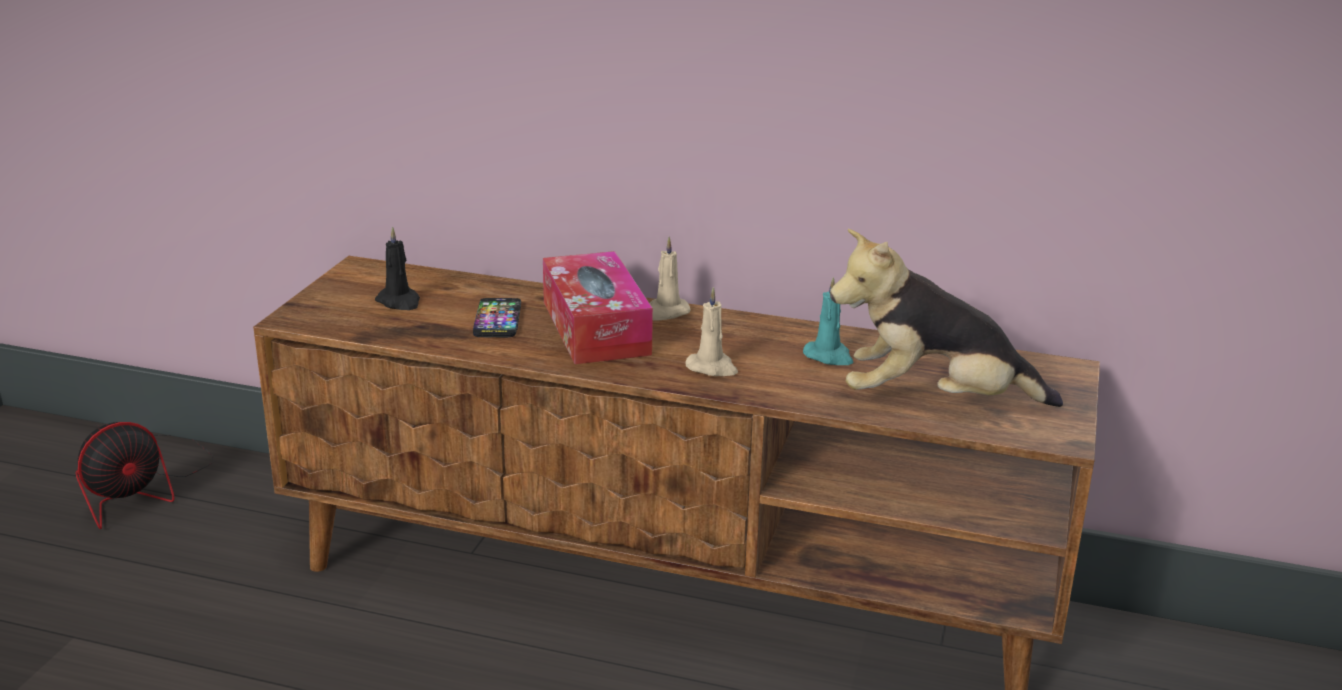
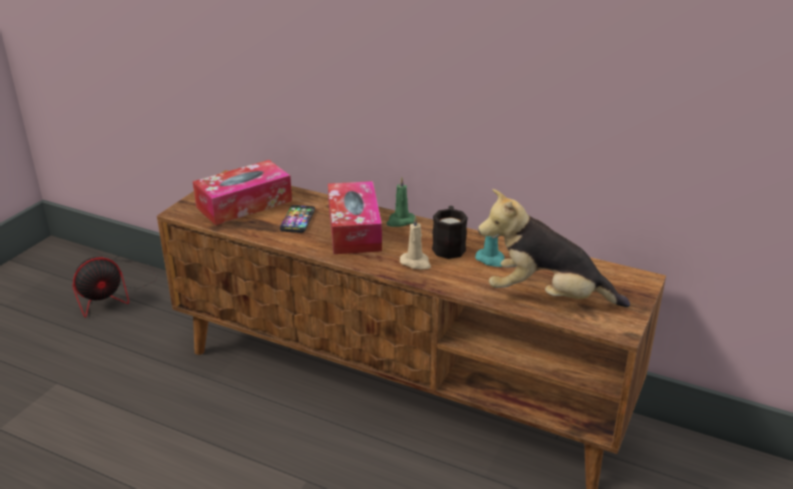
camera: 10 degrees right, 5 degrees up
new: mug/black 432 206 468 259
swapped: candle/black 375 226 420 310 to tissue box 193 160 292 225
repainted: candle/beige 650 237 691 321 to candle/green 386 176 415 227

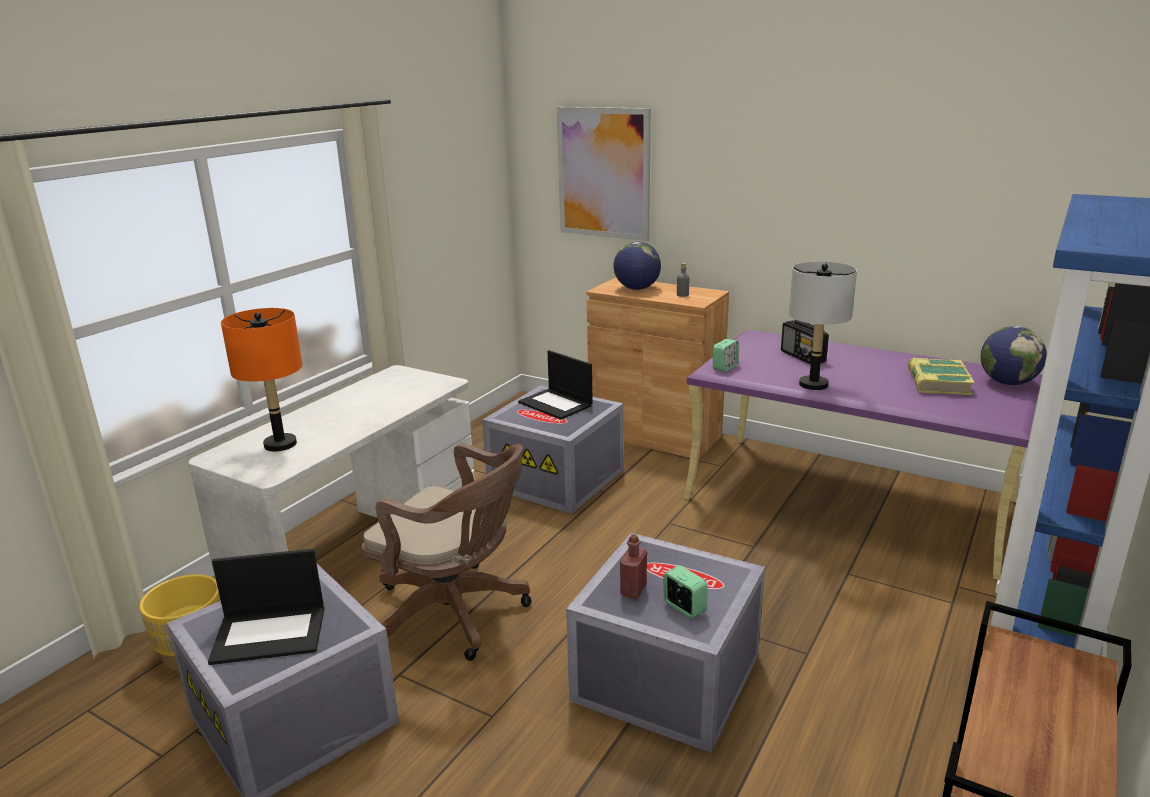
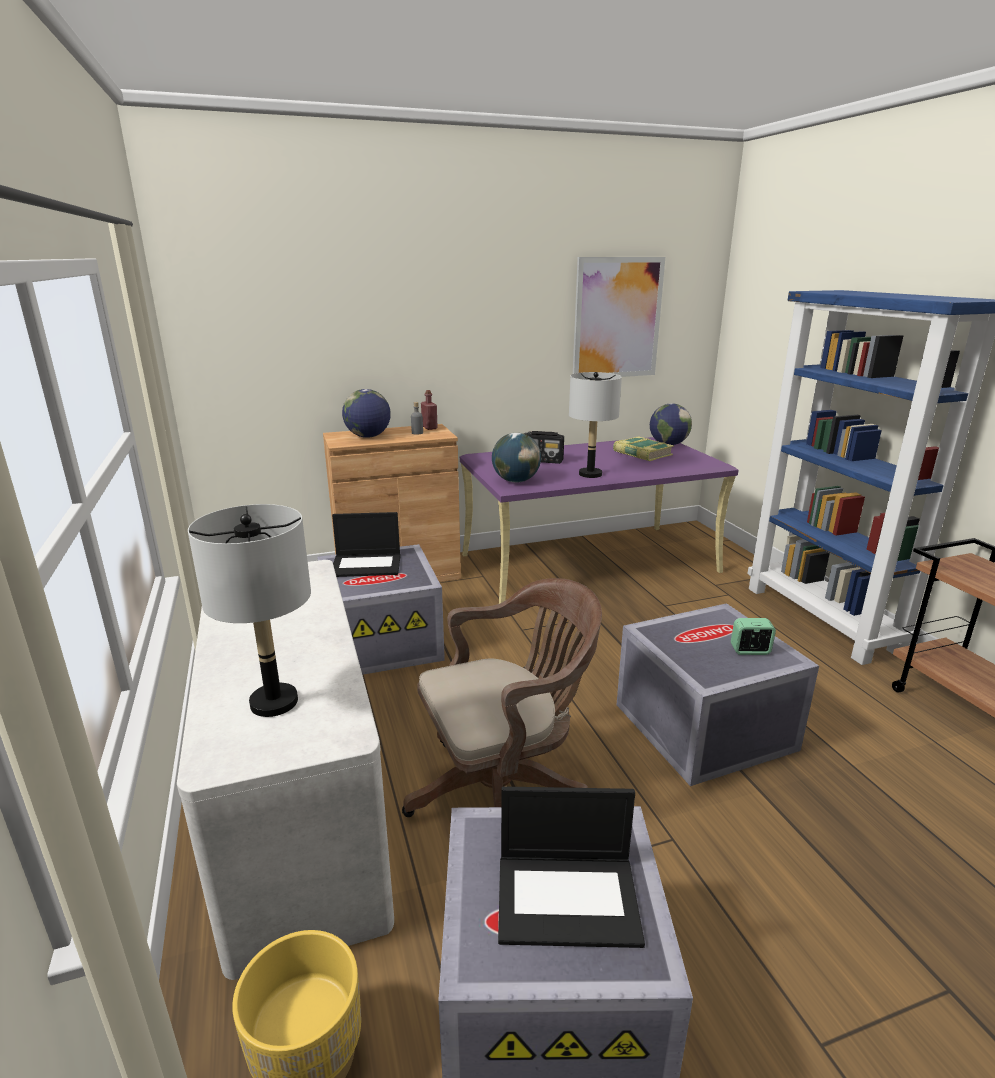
camera: 50 degrees left, 0 degrees up
shifted: picture 557 107 651 241 to 573 257 665 377; bottle/red 620 534 647 599 to 421 390 438 430
swapped: alarm clock 713 339 739 372 to globe 492 433 541 482
repainted: table lamp/orange 221 308 302 451 to table lamp/grey 188 504 311 717
rotated: laptop 208 549 324 665 = 498 786 645 948 60 degrees clockwise

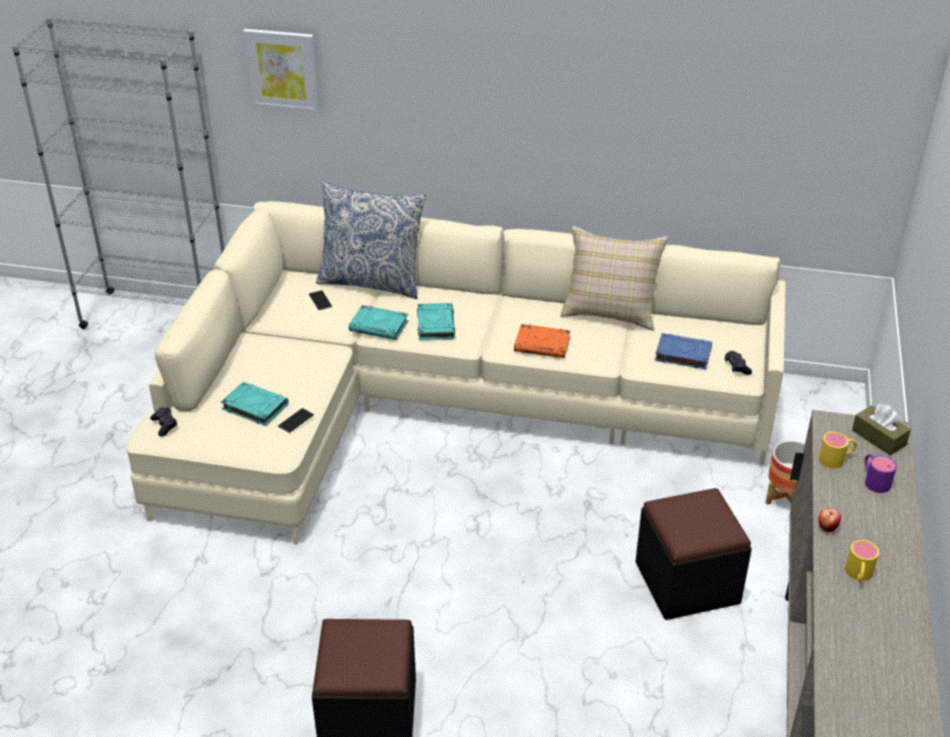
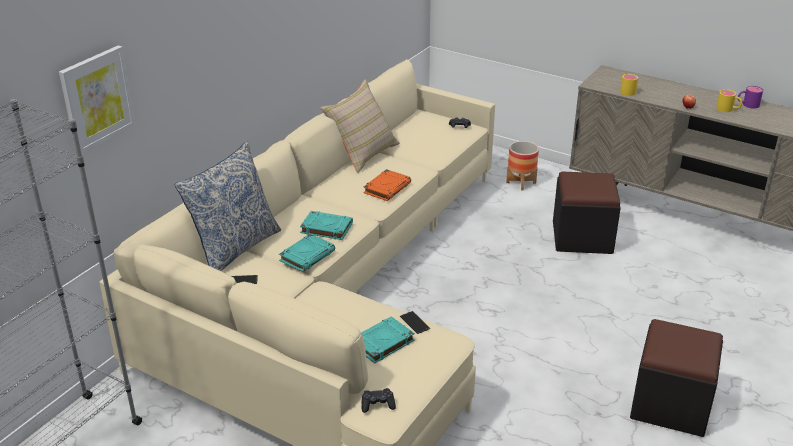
camera: 70 degrees left, 5 degrees down
gone: book/blue 655 333 712 369; tissue box/brown 852 404 911 455
shifted: mug/purple 865 454 897 493 to 738 86 763 108

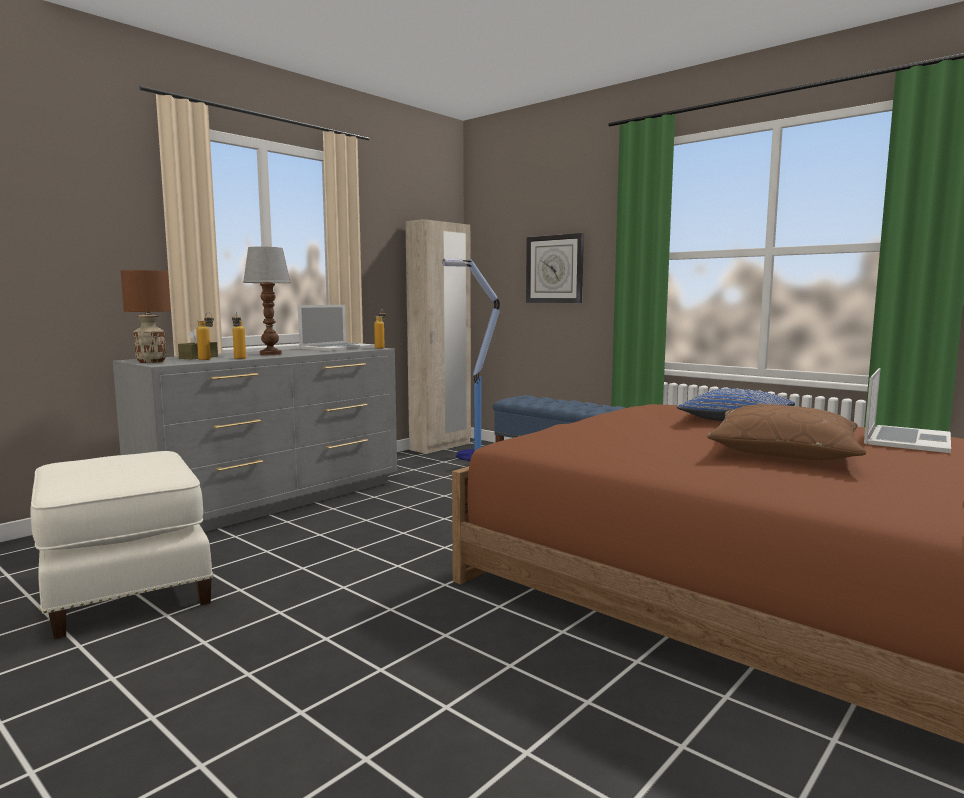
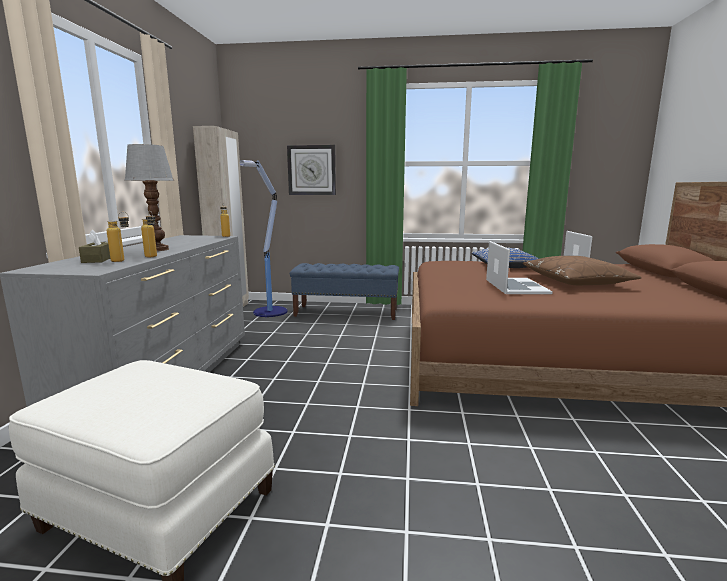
camera: 35 degrees left, 5 degrees up
gone: table lamp/brown 121 270 171 363
shifted: laptop 298 305 375 351 to 486 241 553 294

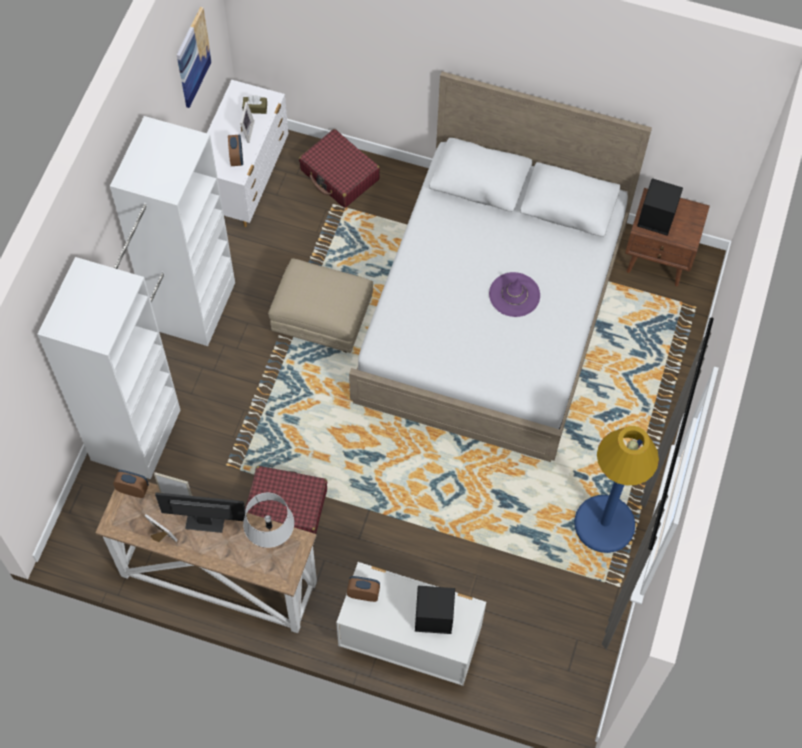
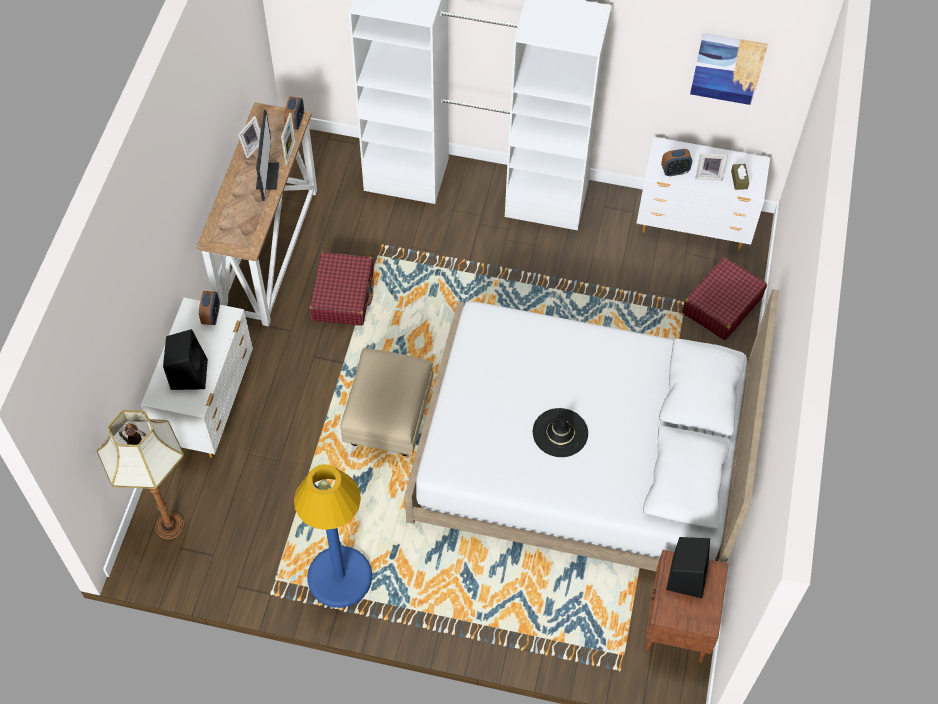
camera: 85 degrees right, 5 degrees down
gone: table lamp/grey 243 493 294 548
new: floor lamp 97 410 184 539
shifted: ottoman/beige 268 258 373 353 to 340 348 433 456
repainted: hat/purple 489 272 540 317 to hat/black 533 408 588 457

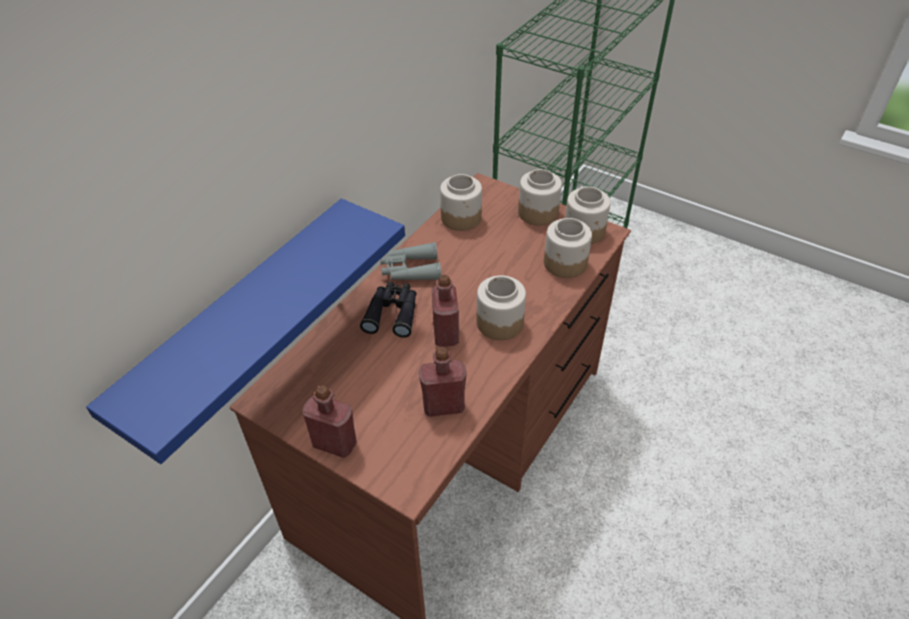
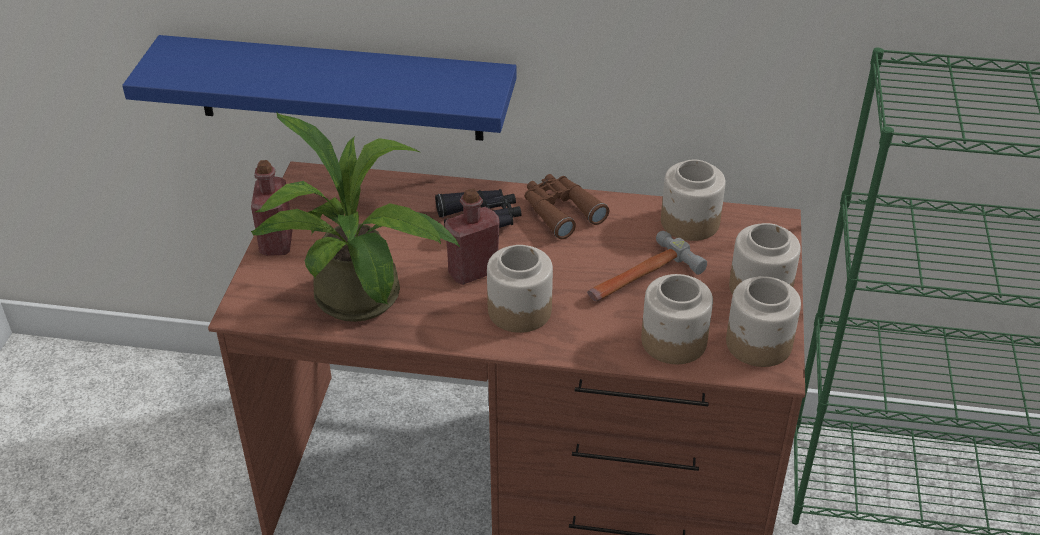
camera: 65 degrees right, 5 degrees down
new: hammer 587 231 707 301
swapped: bottle/red 419 347 467 417 to potted plant 251 113 461 322
repainted: binoculars/grey 380 242 442 281 to binoculars/brown 525 174 609 239

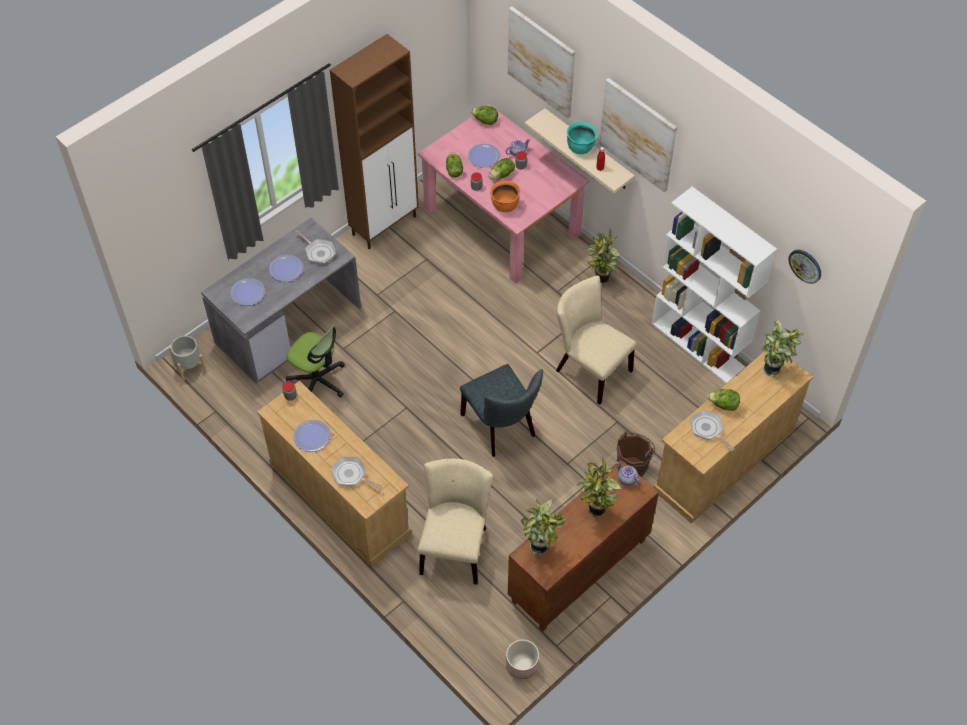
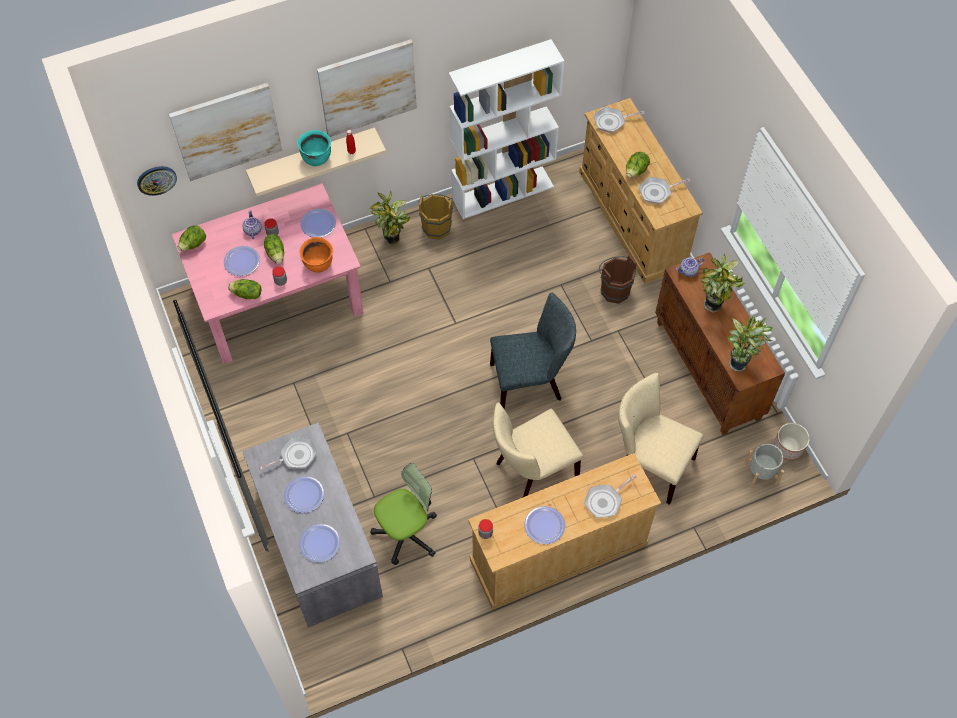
camera: 70 degrees left, 5 degrees up
gone: cabinet/brown 330 34 419 250
new: plate 300 209 336 237; bucket/brown 418 194 454 240
shifted: planter/grey 169 336 206 381 to 744 444 784 488; chair/beige 556 275 637 405 to 493 402 583 497; wall clock 788 250 821 284 to 137 166 177 196
swapped: potted plant 762 319 804 376 to frying pan 594 107 645 133

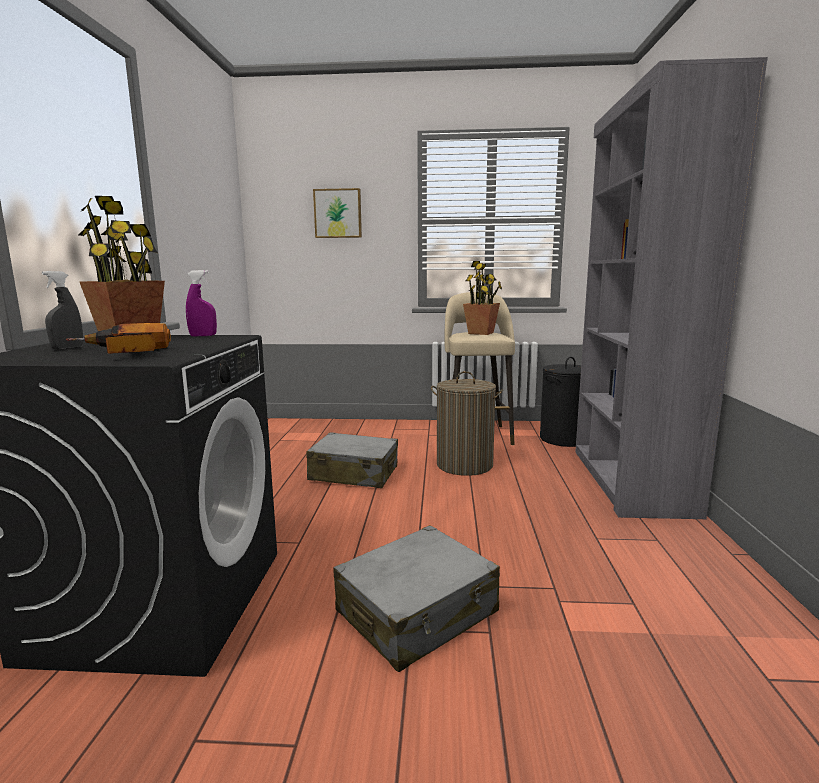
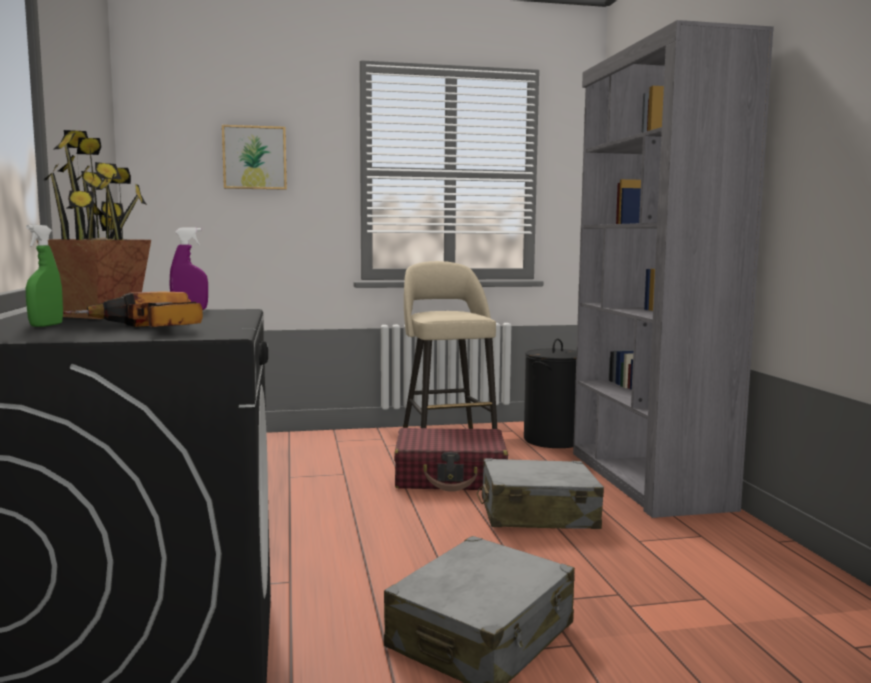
camera: 15 degrees left, 5 degrees down
gone: potted plant 463 261 502 335
shifted: suitcase/grey 306 432 398 488 to 477 458 604 529
swapped: laundry basket 431 371 503 476 to suitcase/red 394 428 508 492
repainted: spray bottle/grey 42 271 83 350 to spray bottle/green 26 225 63 327

